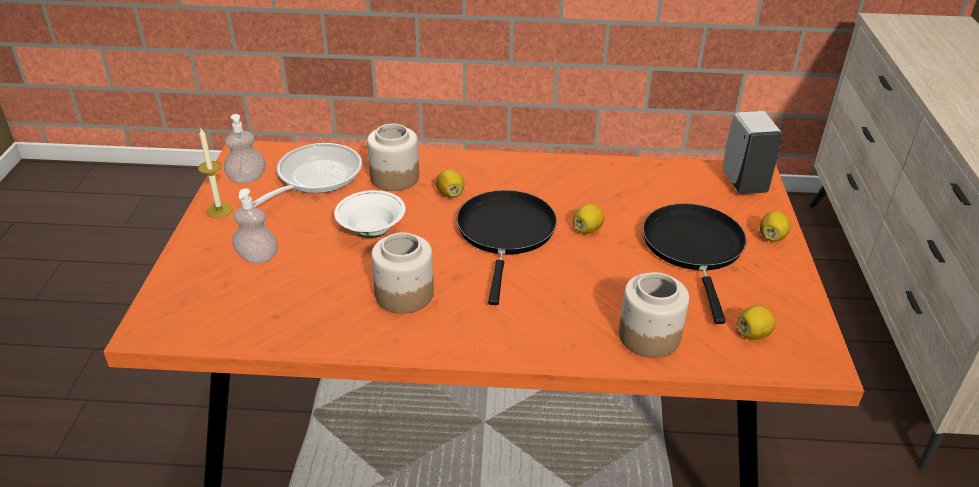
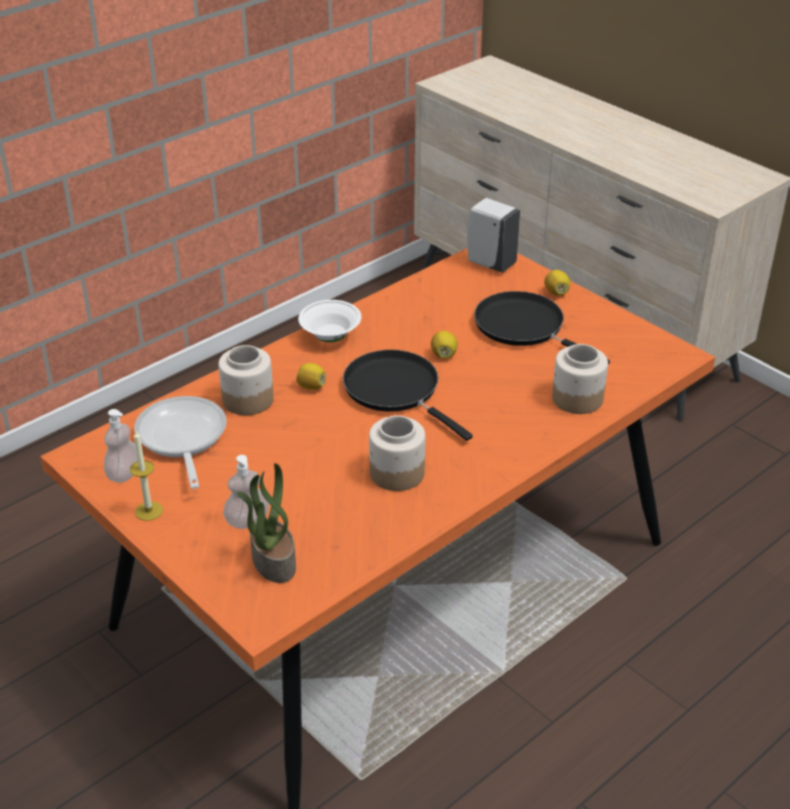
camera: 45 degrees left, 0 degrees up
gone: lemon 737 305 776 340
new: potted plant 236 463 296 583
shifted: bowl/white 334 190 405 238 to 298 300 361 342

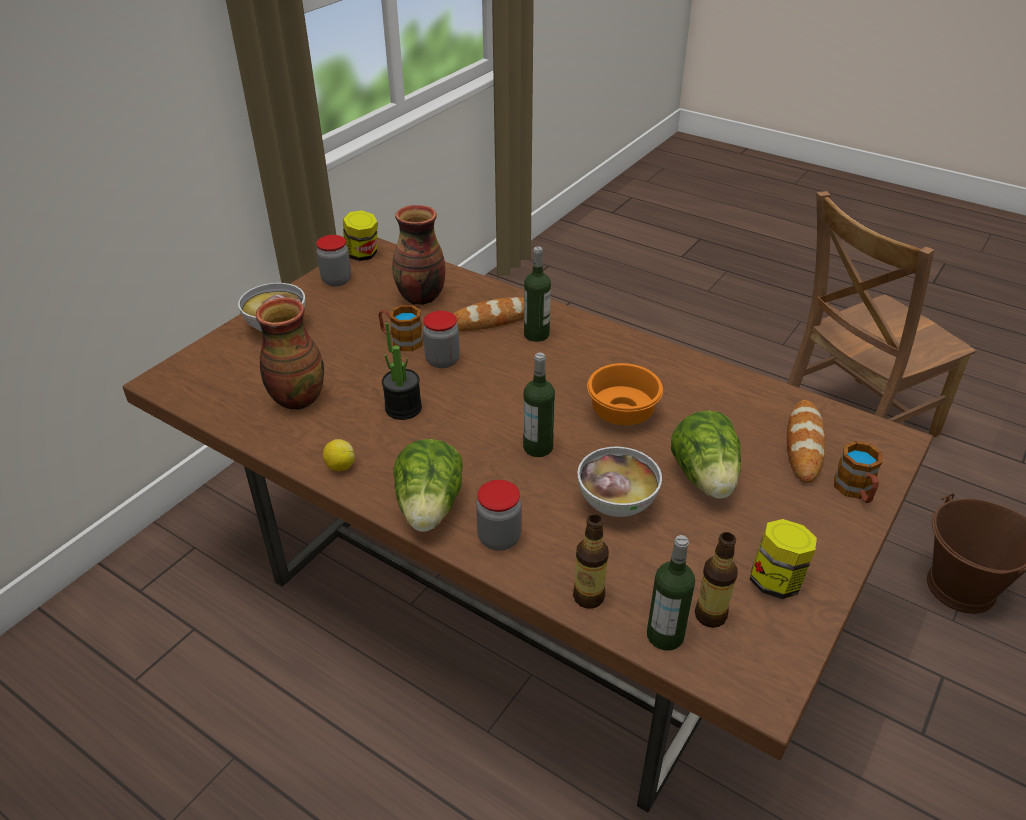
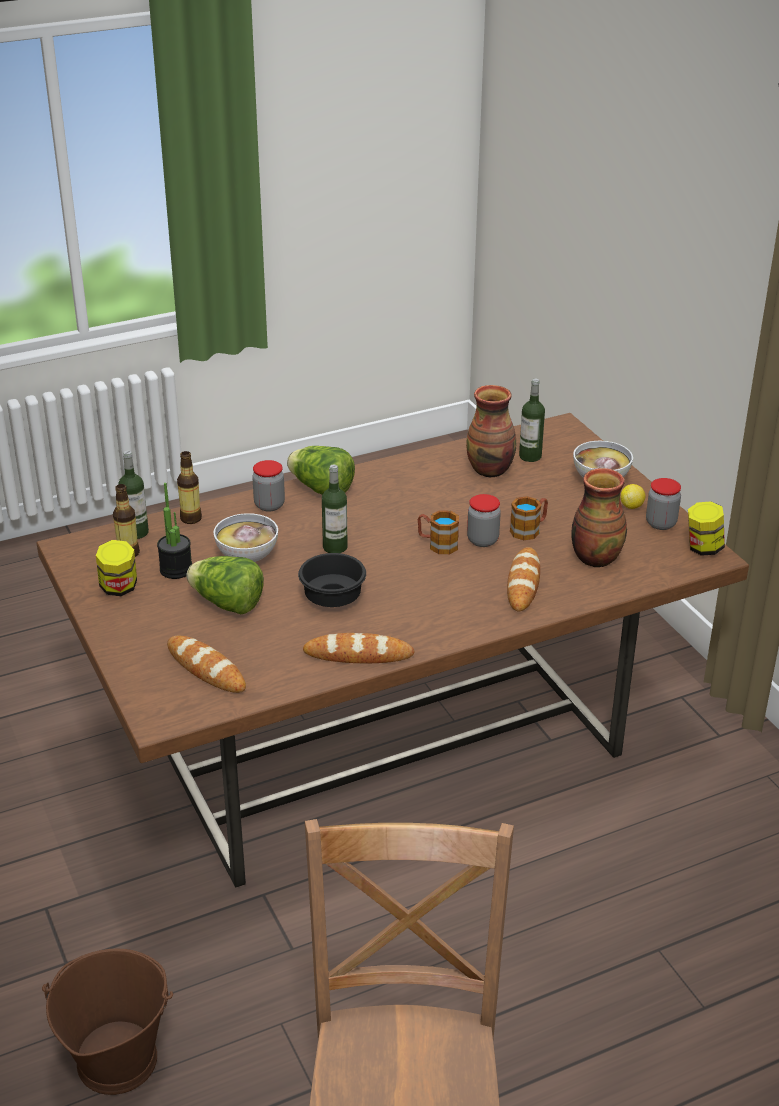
camera: 120 degrees right, 5 degrees down
new: bread 303 633 414 663
shifted: lemon 323 439 355 471 to 621 484 645 509; potted plant 382 323 422 420 to 157 483 192 579; bottle 524 247 551 342 to 519 379 545 462; mug 834 441 882 503 to 418 510 459 554
repainted: bowl/orange 587 363 663 425 to bowl/black 298 553 366 607

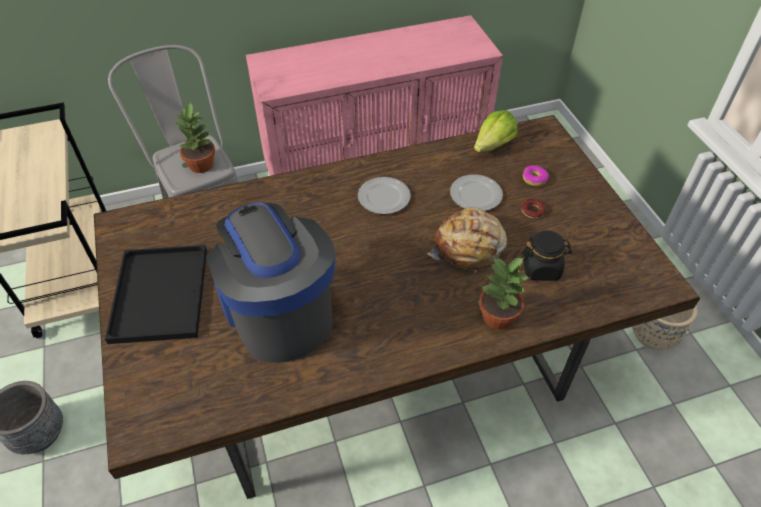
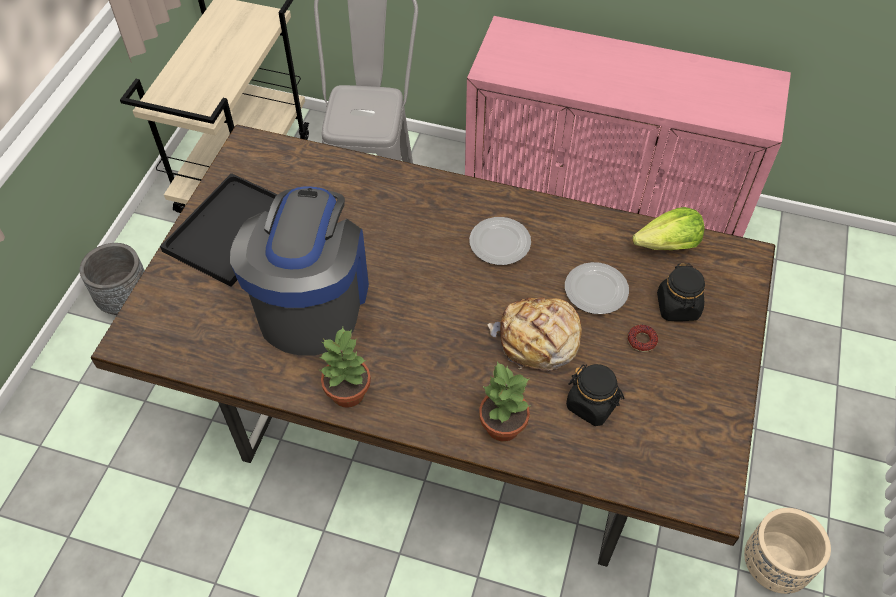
camera: 35 degrees right, 5 degrees up
shifted: potted plant 174 102 215 173 to 319 327 371 408
swapped: donut 522 165 549 186 to jar/black 657 263 705 321

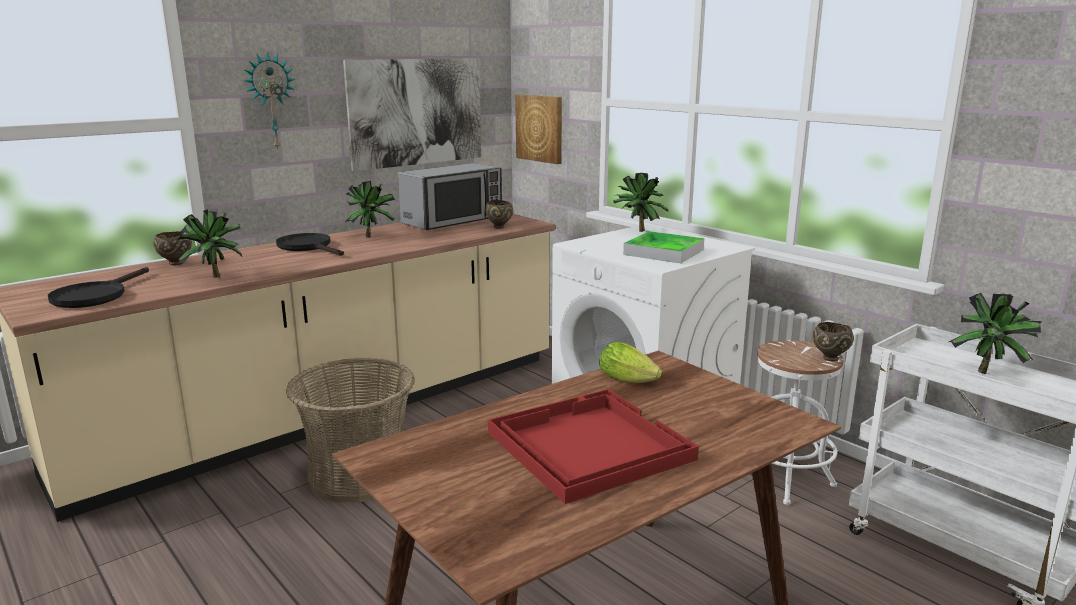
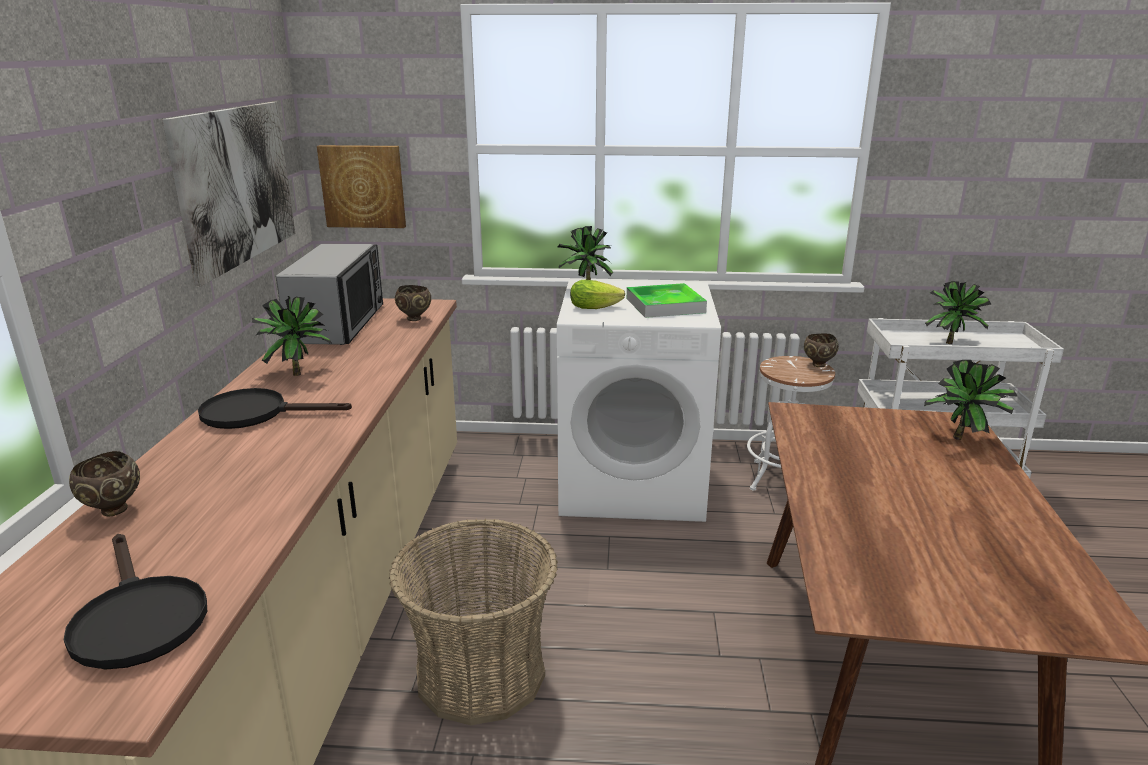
camera: 45 degrees left, 5 degrees up
gone: wall clock 244 52 296 151; tray/red 488 389 699 504
shifted: potted plant 177 210 242 278 to 924 360 1018 440; lettuce 599 342 662 383 to 570 280 625 309

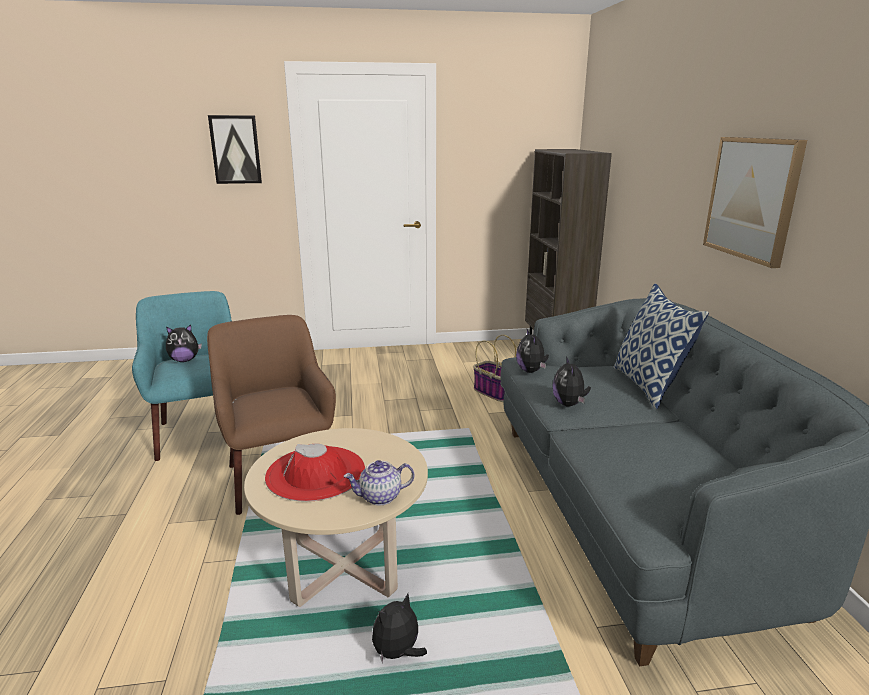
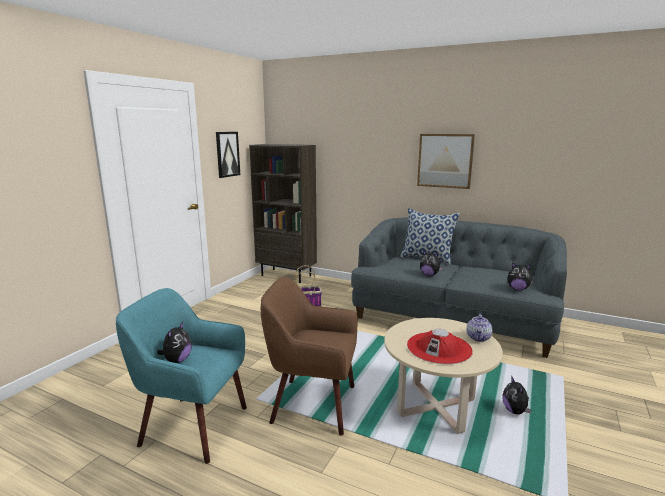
camera: 55 degrees left, 5 degrees down
shifted: picture 208 115 262 184 to 216 132 240 178; plush toy 516 329 549 373 to 507 262 533 290

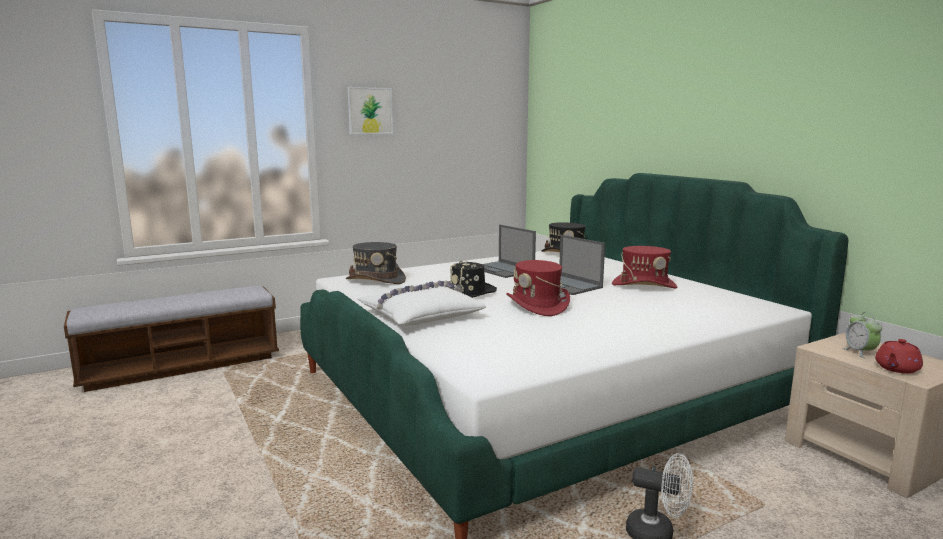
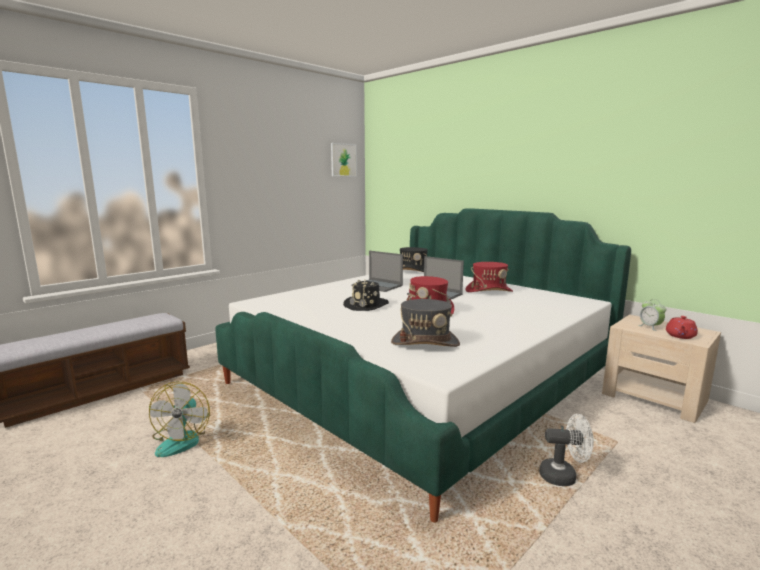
camera: 15 degrees left, 0 degrees up
gone: pillow/white 358 280 486 325
new: fan 149 382 210 457
shifted: hat/grey 346 242 406 284 to 391 299 460 347; picture 348 87 393 134 to 331 143 357 176

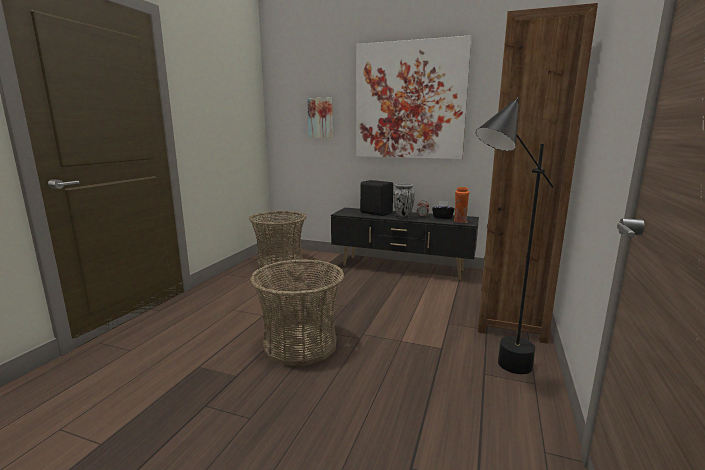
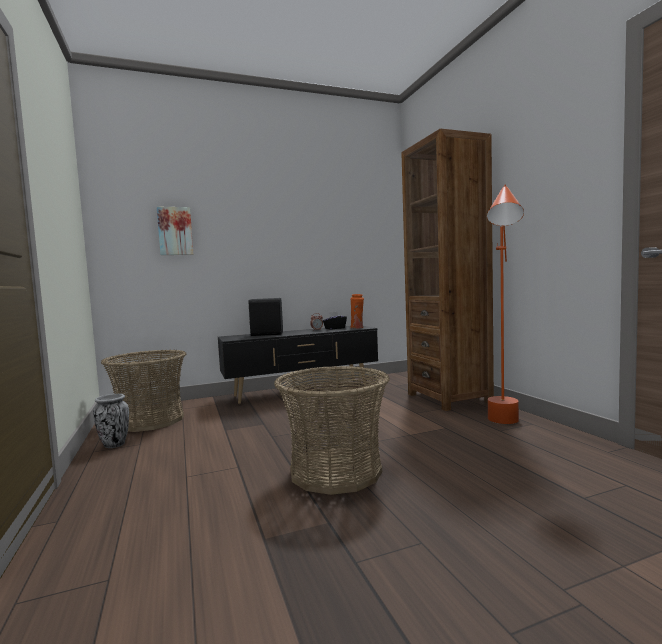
camera: 40 degrees left, 10 degrees down
gone: picture 356 35 472 159
shifted: vase 393 183 415 219 to 93 394 129 448
repainted: floor lamp/black 476 97 553 374 to floor lamp/orange 487 184 524 424

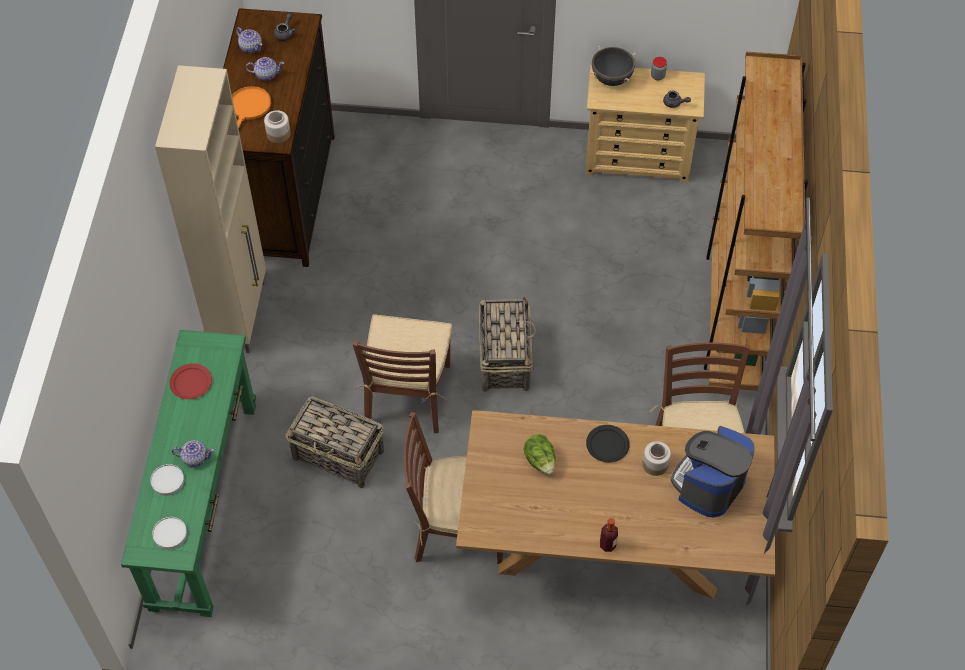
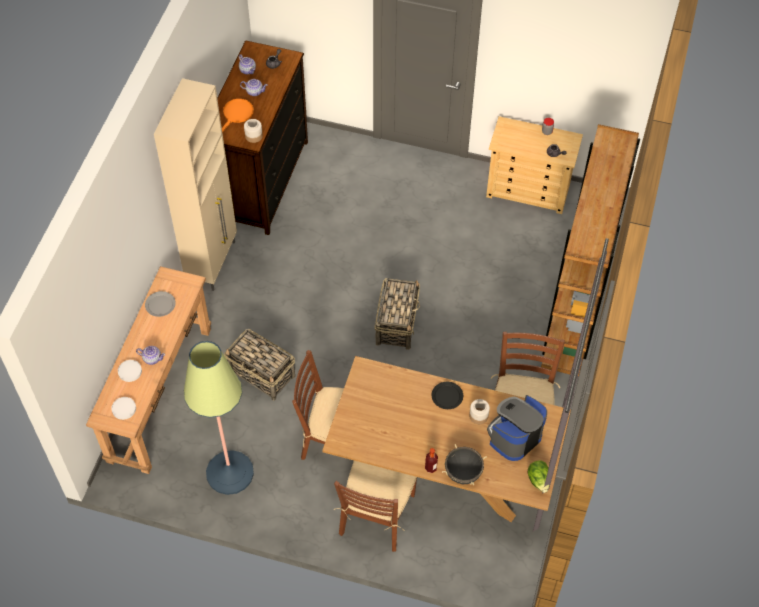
camera: 10 degrees right, 0 degrees up
new: floor lamp 184 341 254 495
shifted: chair/brown 353 314 452 433 to 334 461 417 552; lettuce 524 434 556 475 to 528 460 549 493; cooking pot/black 591 46 636 86 to 442 444 487 485
repainted: console table/green 121 330 256 617 to console table/brown 86 266 211 474; plate/red 169 363 212 399 to plate/grey 145 291 176 317

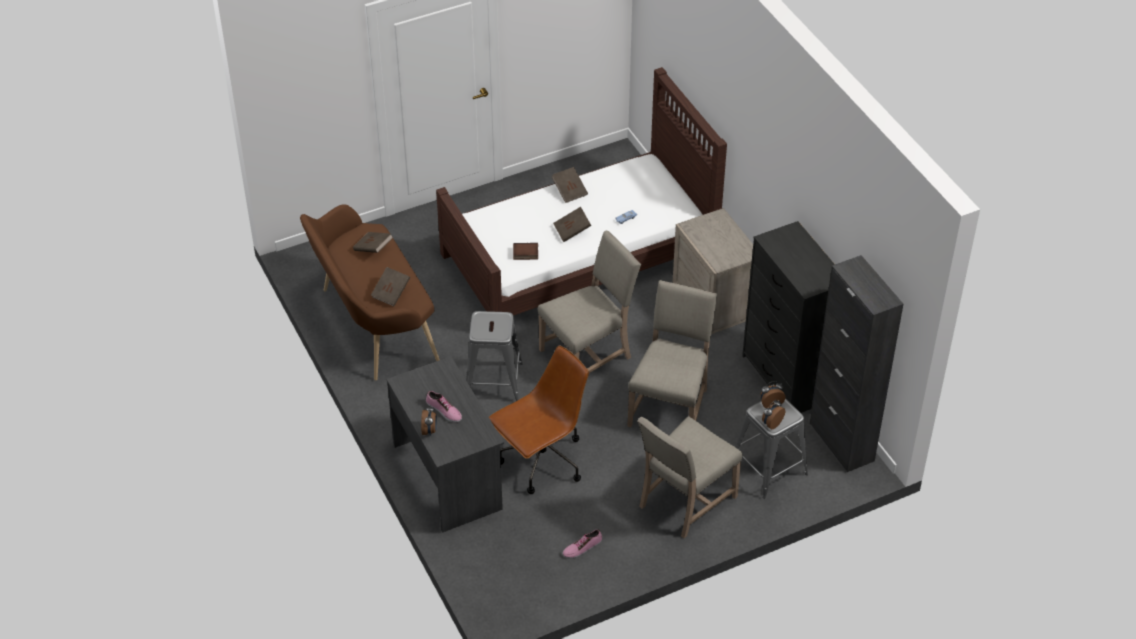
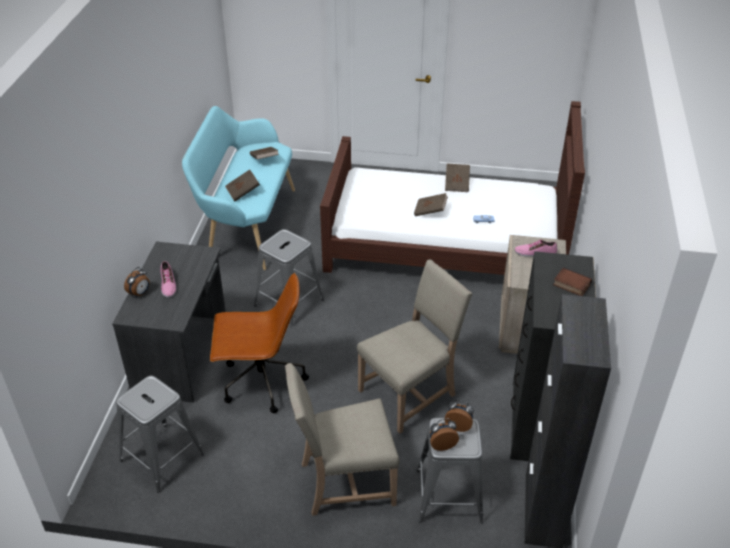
camera: 35 degrees right, 5 degrees down
gone: chair/beige 537 231 641 373
new: stool/grey 116 375 204 493
shifted: book 513 243 538 260 to 553 267 592 296; shoe 563 529 602 559 to 514 240 557 257
repainted: bench/brown 300 204 440 381 to bench/turquoise 182 106 295 270

